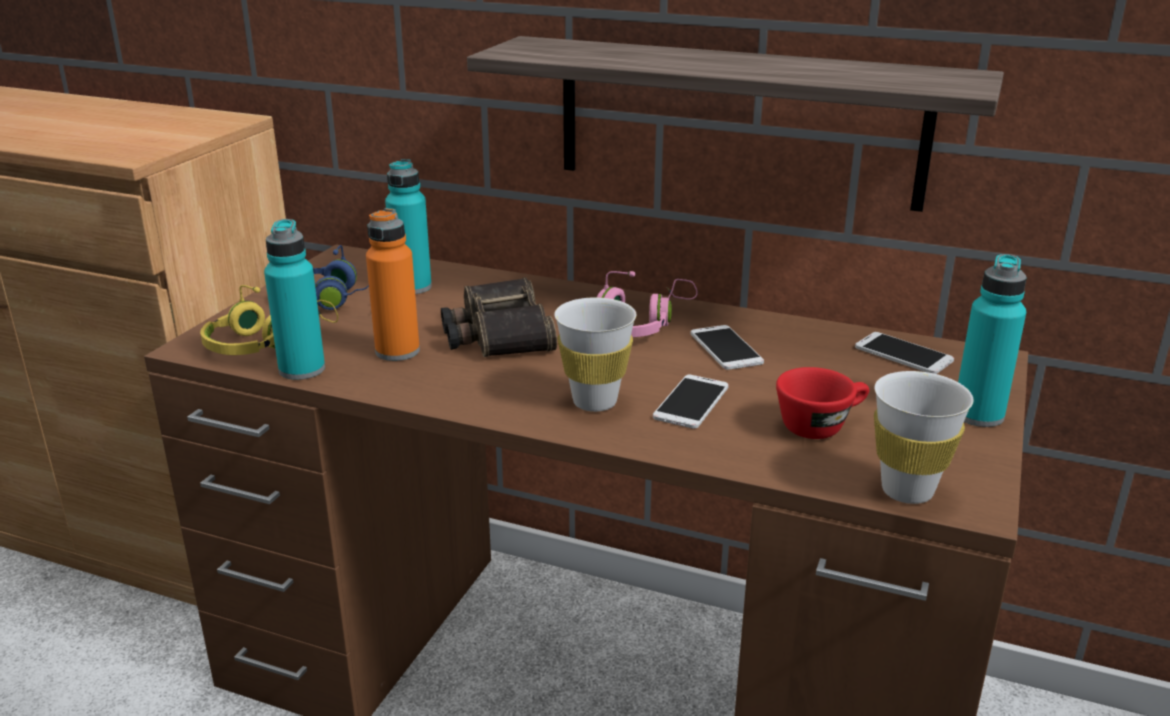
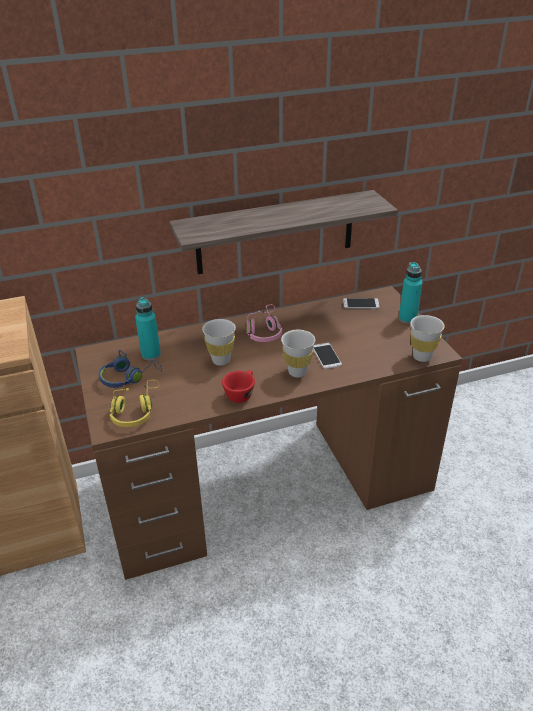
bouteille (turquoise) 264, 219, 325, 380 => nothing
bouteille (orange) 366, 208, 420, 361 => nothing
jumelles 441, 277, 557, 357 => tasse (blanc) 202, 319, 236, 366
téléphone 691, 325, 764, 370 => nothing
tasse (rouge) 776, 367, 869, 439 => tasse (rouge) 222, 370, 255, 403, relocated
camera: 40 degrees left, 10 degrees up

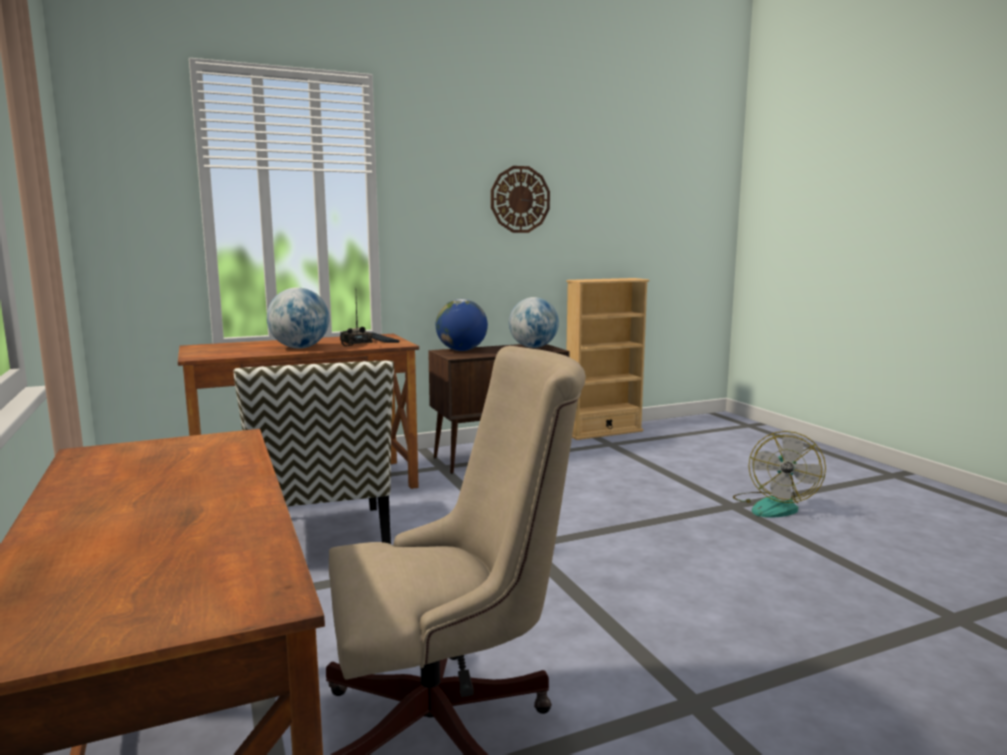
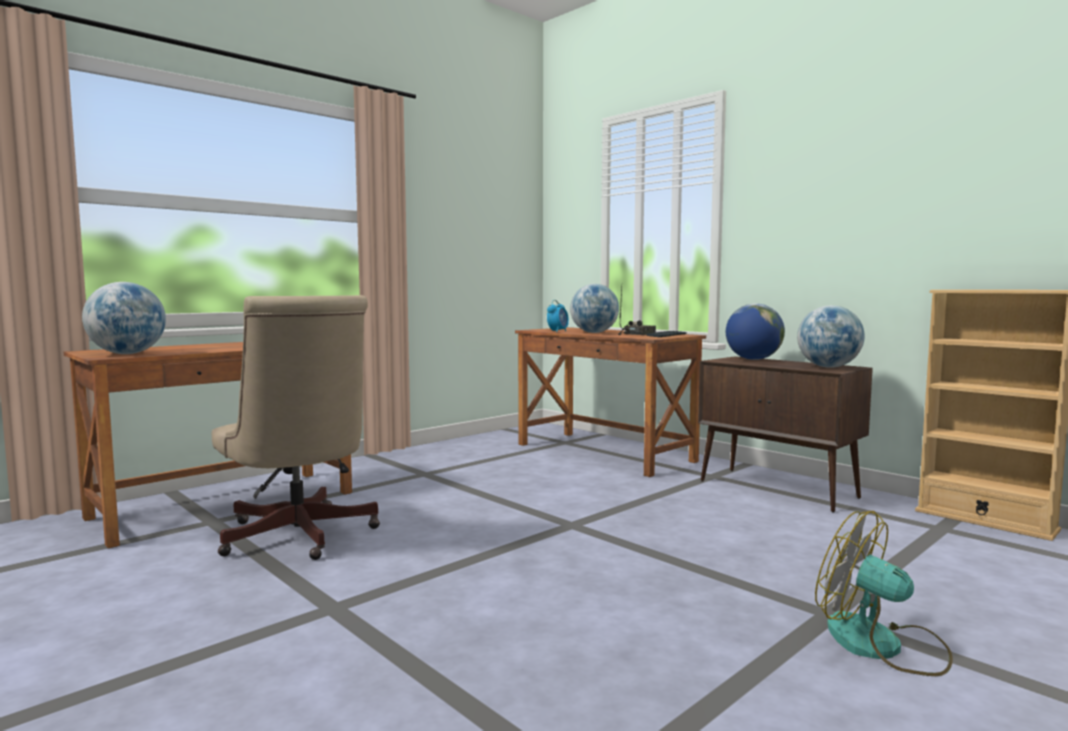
chaise 234, 360, 394, 544 => nothing
horloge murale 491, 166, 550, 233 => nothing
ventilateur 733, 431, 826, 518 => ventilateur 815, 511, 953, 676, 45 degrees clockwise
nothing => globe 82, 282, 166, 354
nothing => réveil 547, 300, 569, 332
camera: 70 degrees right, 5 degrees down

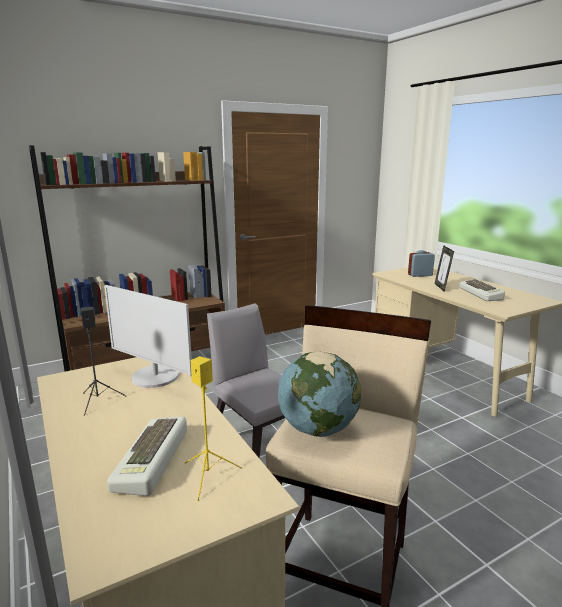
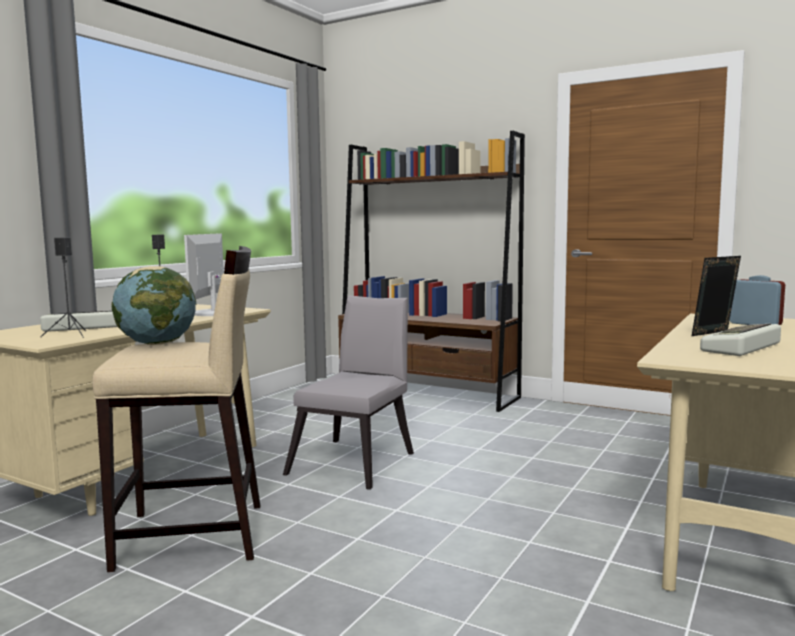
enceinte (jaune) 184, 356, 242, 501 => enceinte (noir) 41, 237, 86, 338
camera: 60 degrees right, 10 degrees down

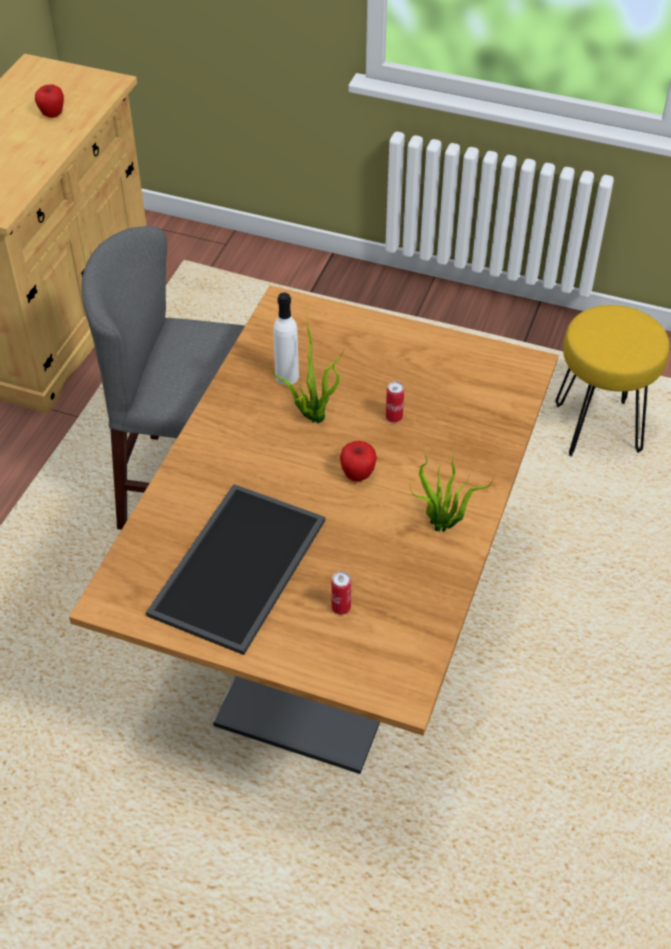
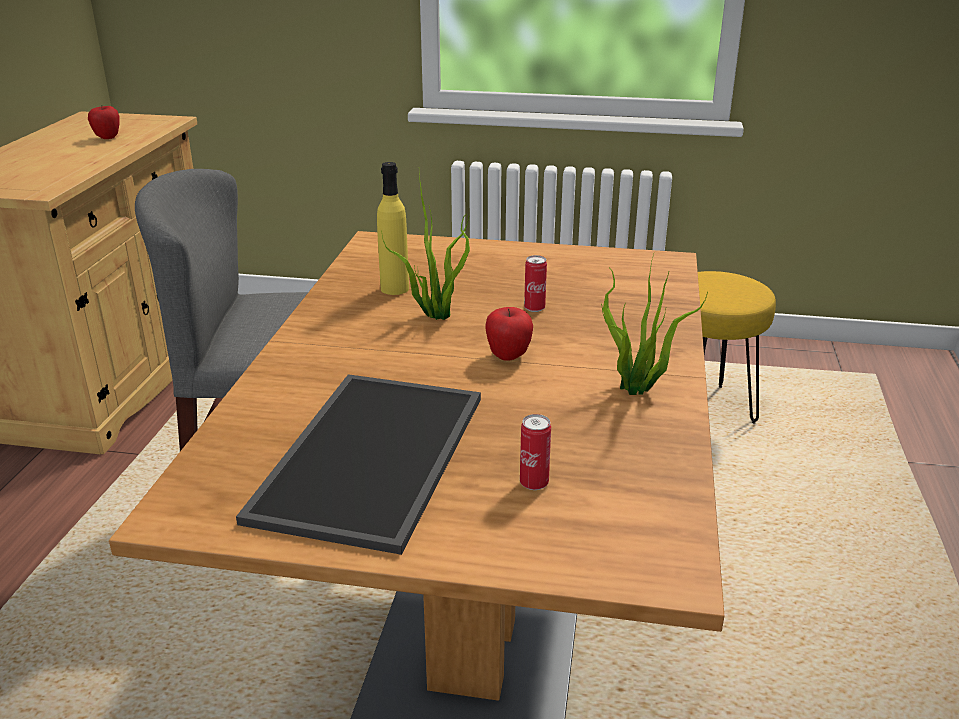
bouteille (blanc) 273, 293, 299, 385 => bouteille (jaune) 377, 162, 409, 295
camera: 10 degrees left, 20 degrees down

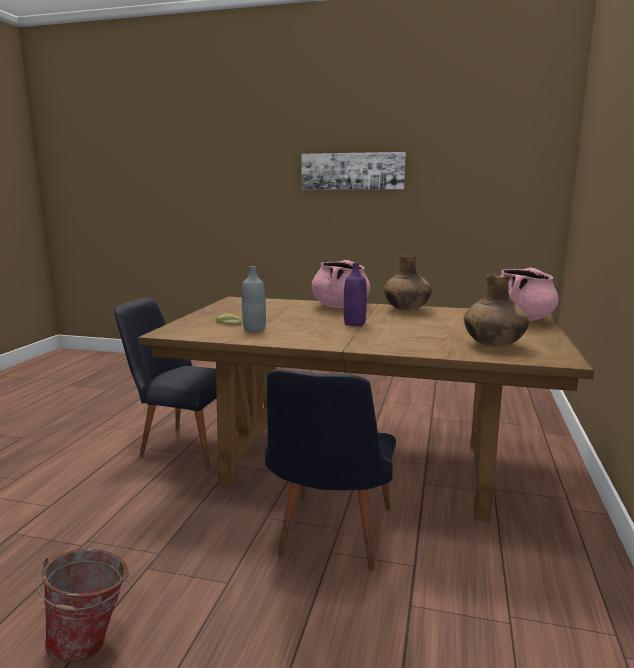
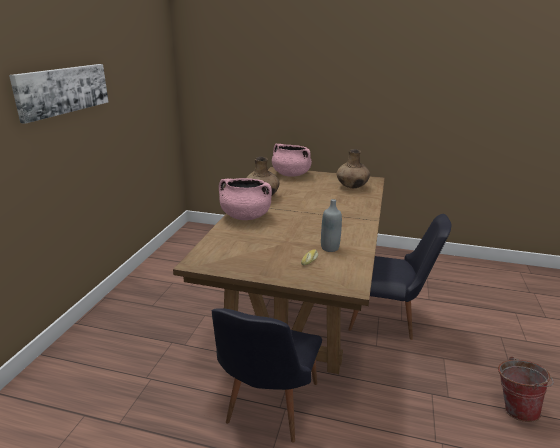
bouteille (violet) 344, 263, 367, 326 => nothing
camera: 90 degrees left, 10 degrees up

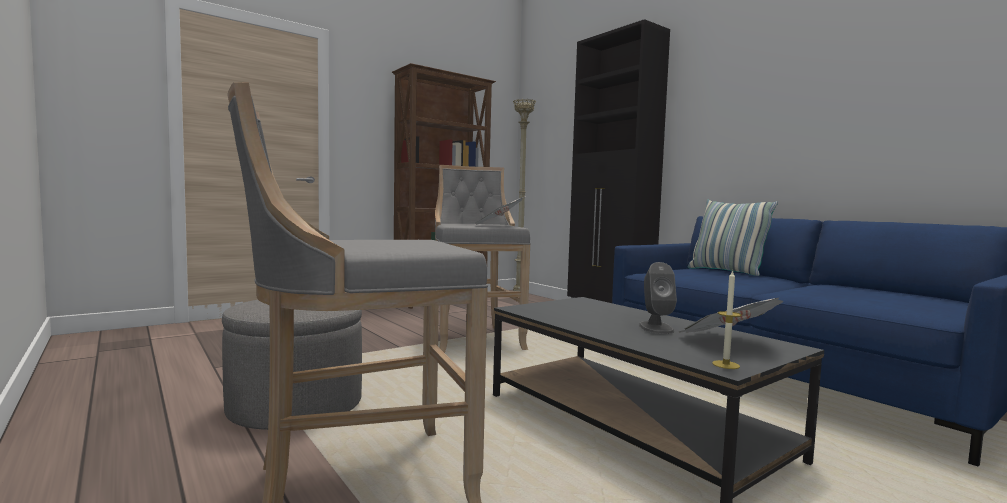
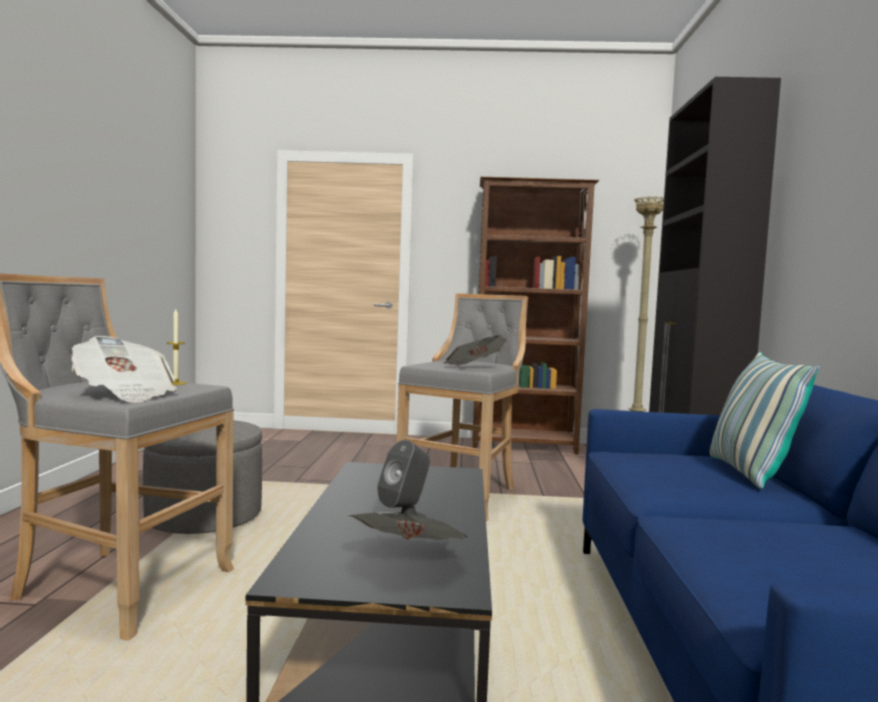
bougie 712, 270, 742, 369 => bougie 167, 309, 187, 385, relocated
nothing => journal 71, 336, 177, 403
camera: 40 degrees right, 0 degrees up

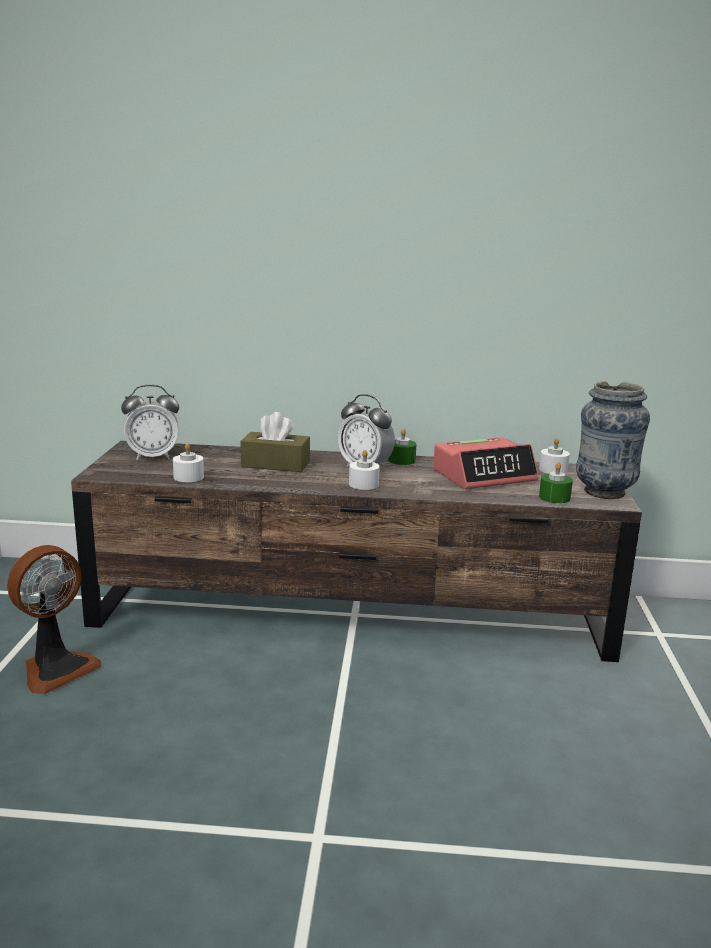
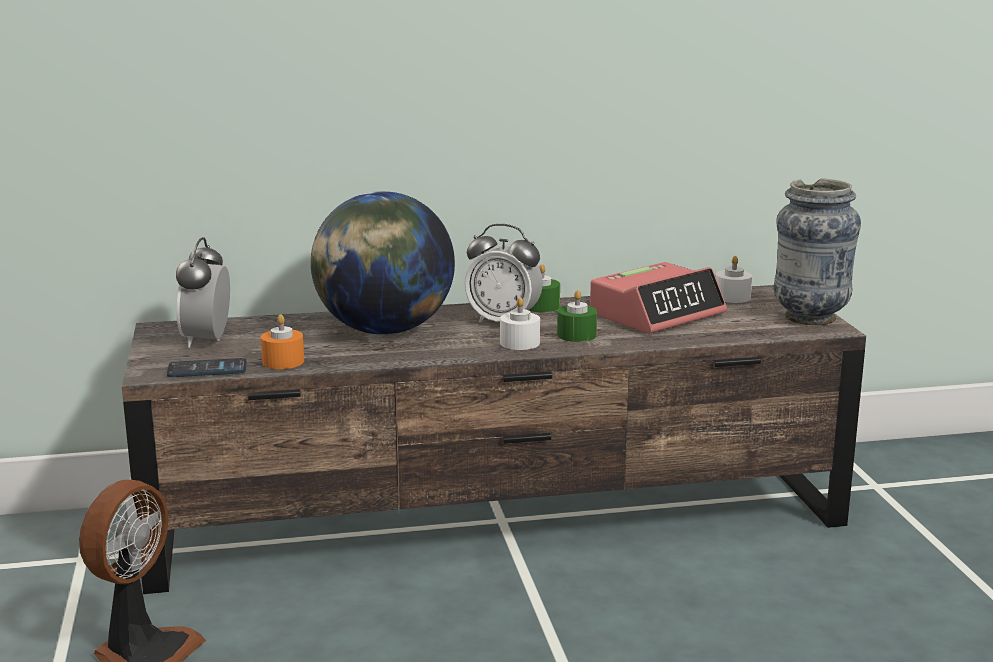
réveil 121, 385, 179, 461 => réveil 176, 237, 230, 348, 120 degrees clockwise
bougie (blanc) 173, 443, 204, 482 => bougie (orange) 261, 314, 304, 369
boîte à mouchoirs (marron) 240, 412, 310, 472 => globe 311, 191, 455, 335
bougie (vert) 539, 462, 573, 503 => bougie (vert) 557, 290, 597, 342, relocated
nothing => téléphone 167, 358, 246, 377
camera: 15 degrees left, 0 degrees up

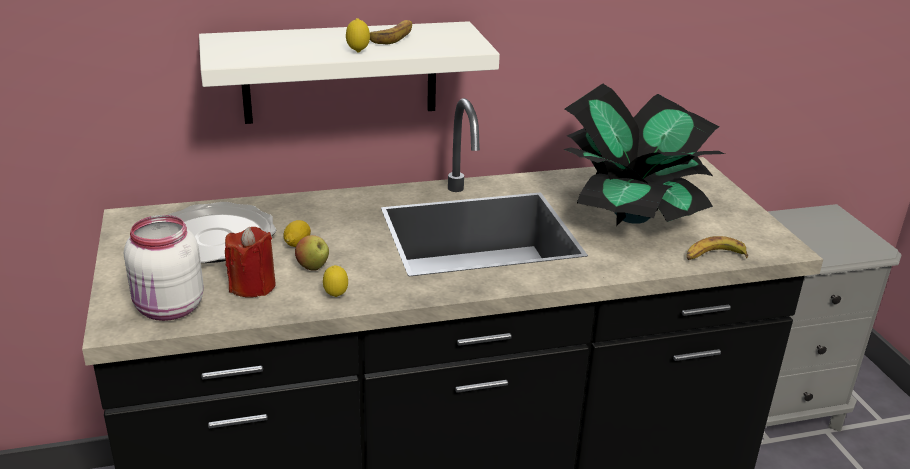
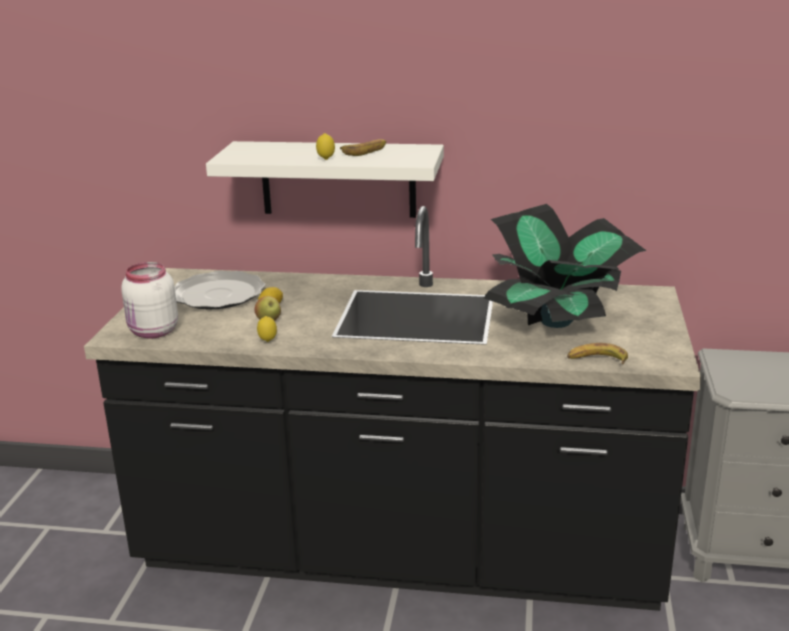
bougie (rouge) 225, 227, 276, 298 => nothing
camera: 25 degrees right, 5 degrees down

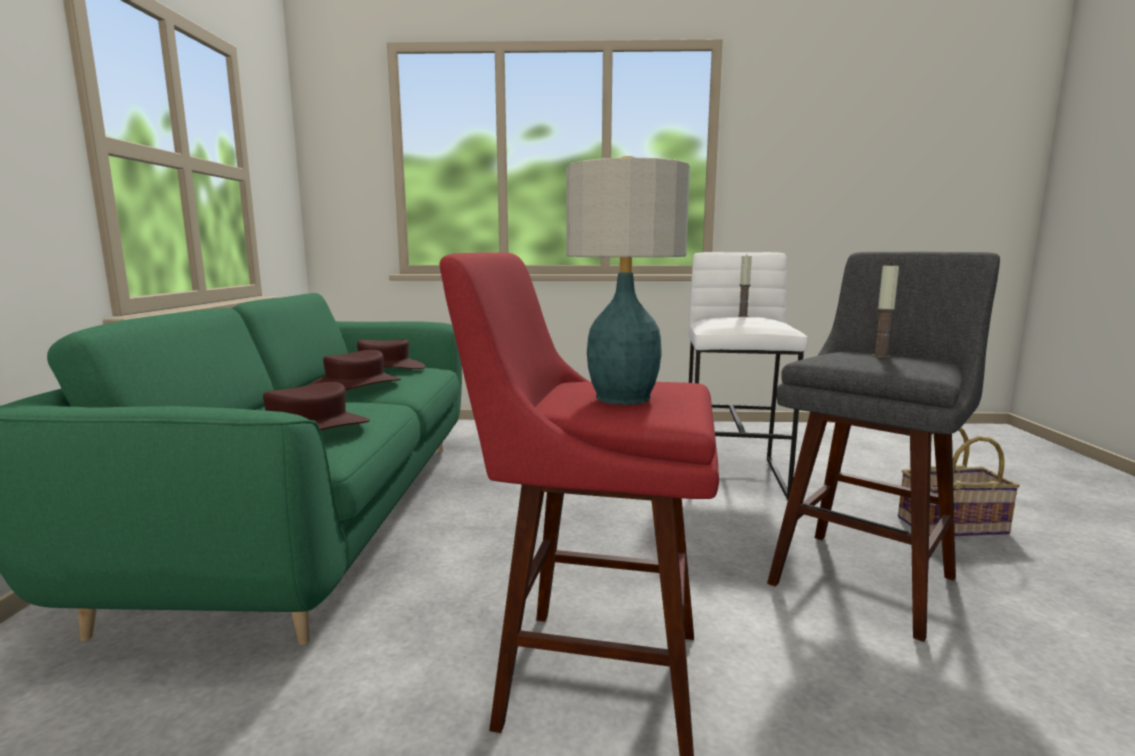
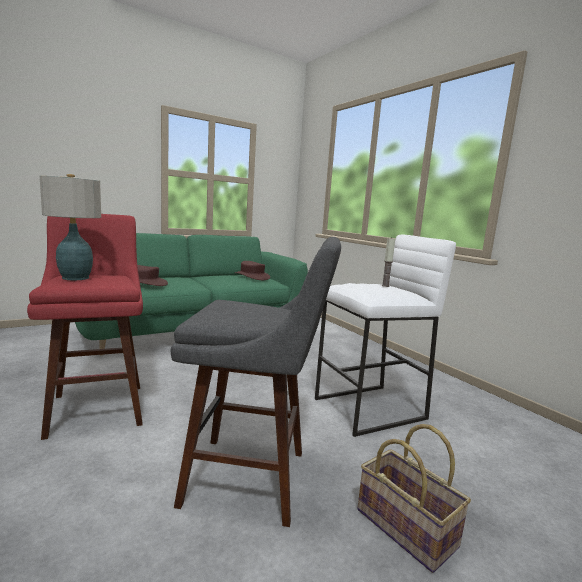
chapeau (marron) 309, 350, 401, 390 => nothing
bougie 872, 263, 899, 358 => nothing
camera: 55 degrees right, 0 degrees up

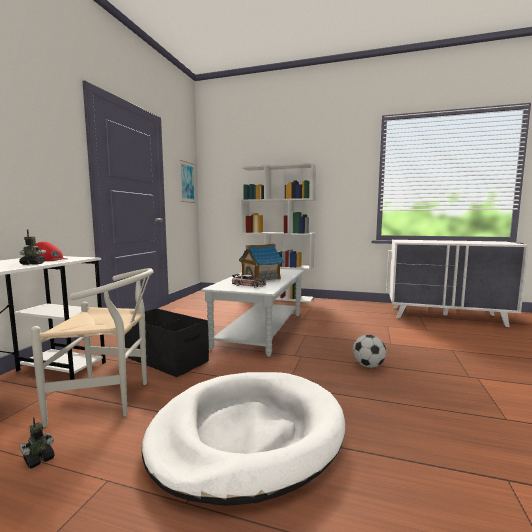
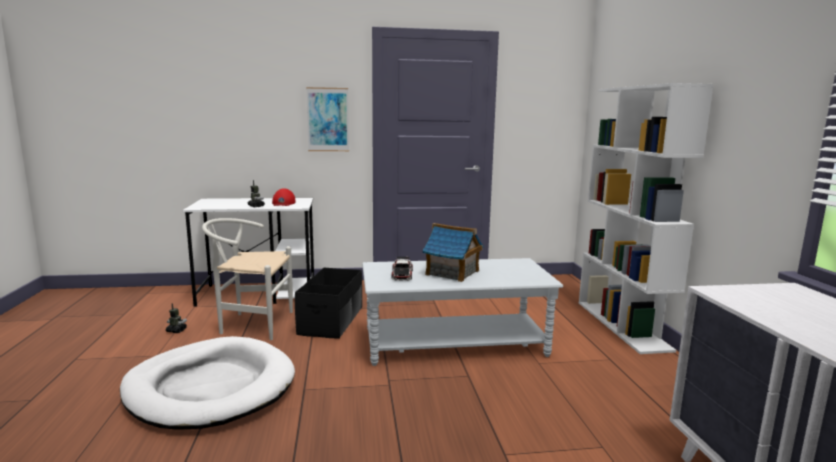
chaise (blanc) 30, 268, 153, 427 => chaise (blanc) 202, 218, 293, 340, 120 degrees clockwise
tableau 180, 160, 195, 203 => tableau 306, 87, 349, 151, relocated
ballon de foot 353, 335, 386, 368 => nothing
camera: 65 degrees right, 5 degrees up

